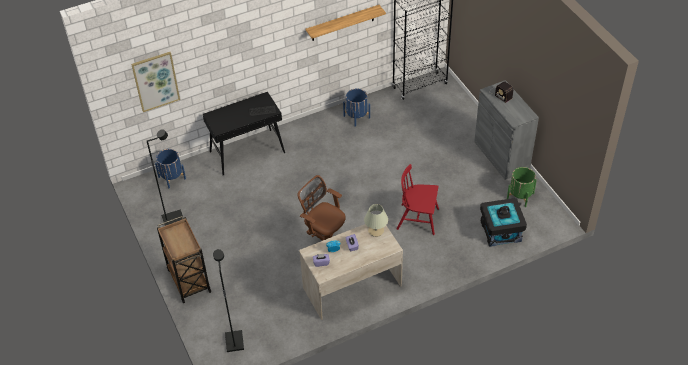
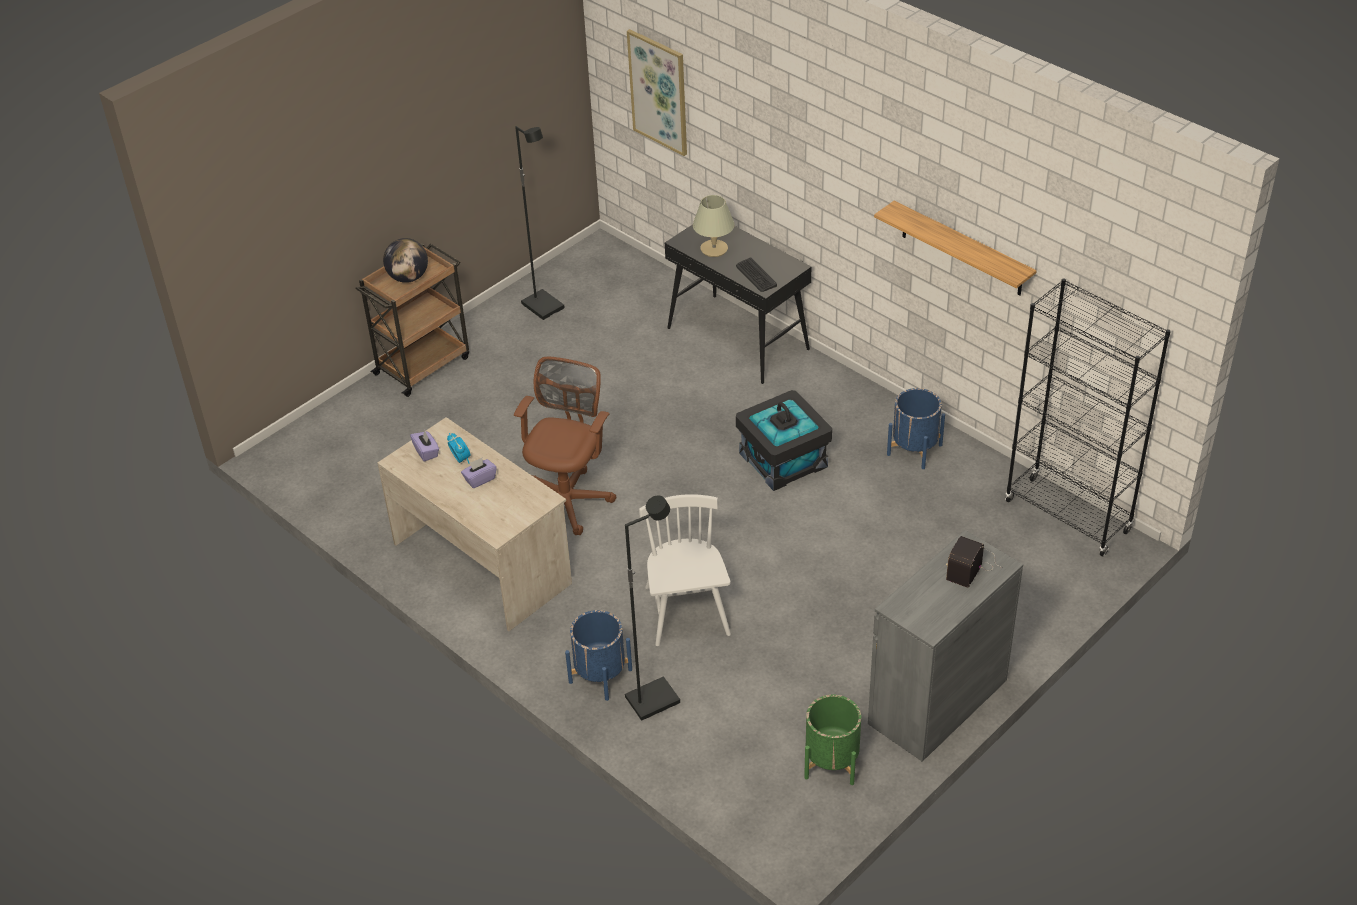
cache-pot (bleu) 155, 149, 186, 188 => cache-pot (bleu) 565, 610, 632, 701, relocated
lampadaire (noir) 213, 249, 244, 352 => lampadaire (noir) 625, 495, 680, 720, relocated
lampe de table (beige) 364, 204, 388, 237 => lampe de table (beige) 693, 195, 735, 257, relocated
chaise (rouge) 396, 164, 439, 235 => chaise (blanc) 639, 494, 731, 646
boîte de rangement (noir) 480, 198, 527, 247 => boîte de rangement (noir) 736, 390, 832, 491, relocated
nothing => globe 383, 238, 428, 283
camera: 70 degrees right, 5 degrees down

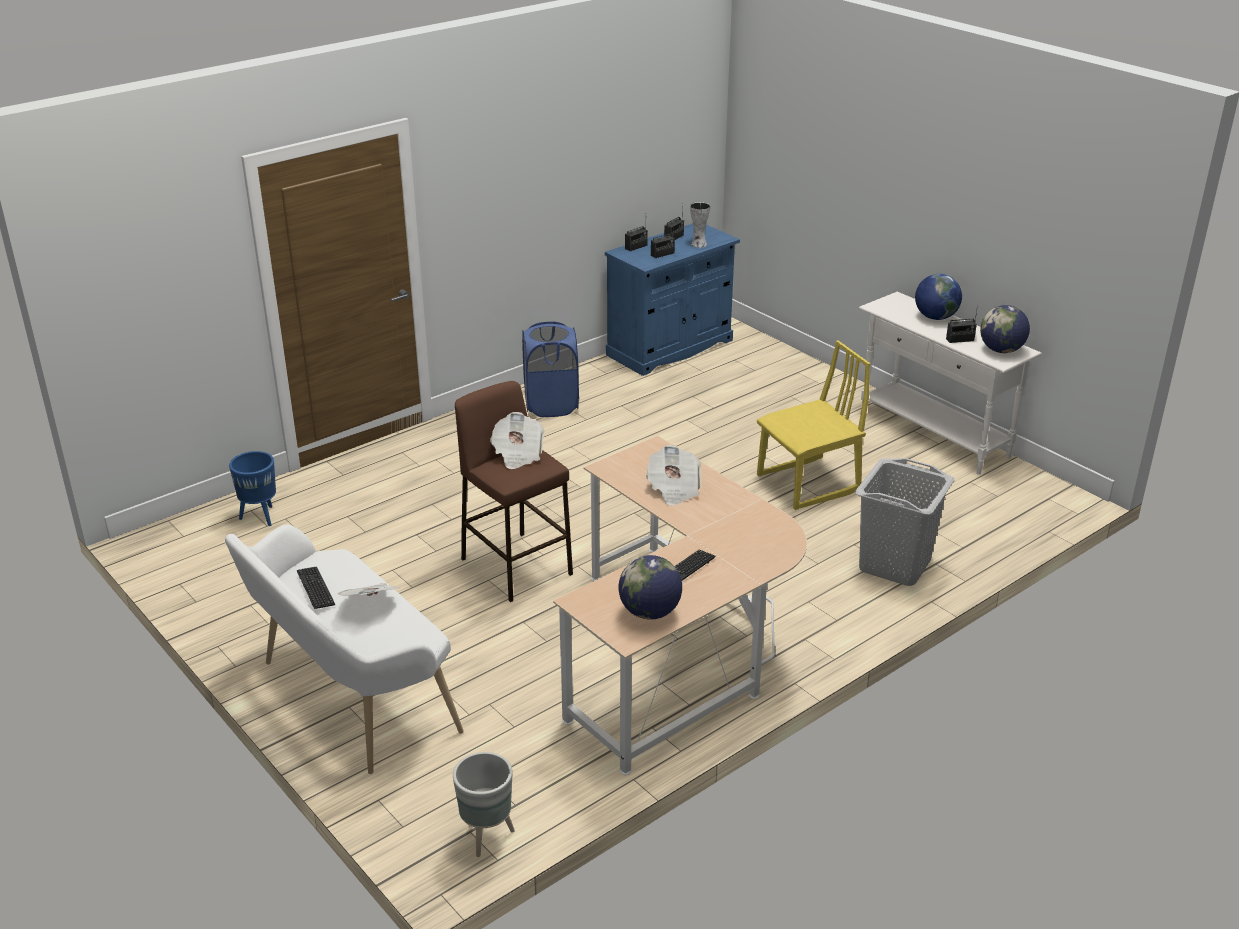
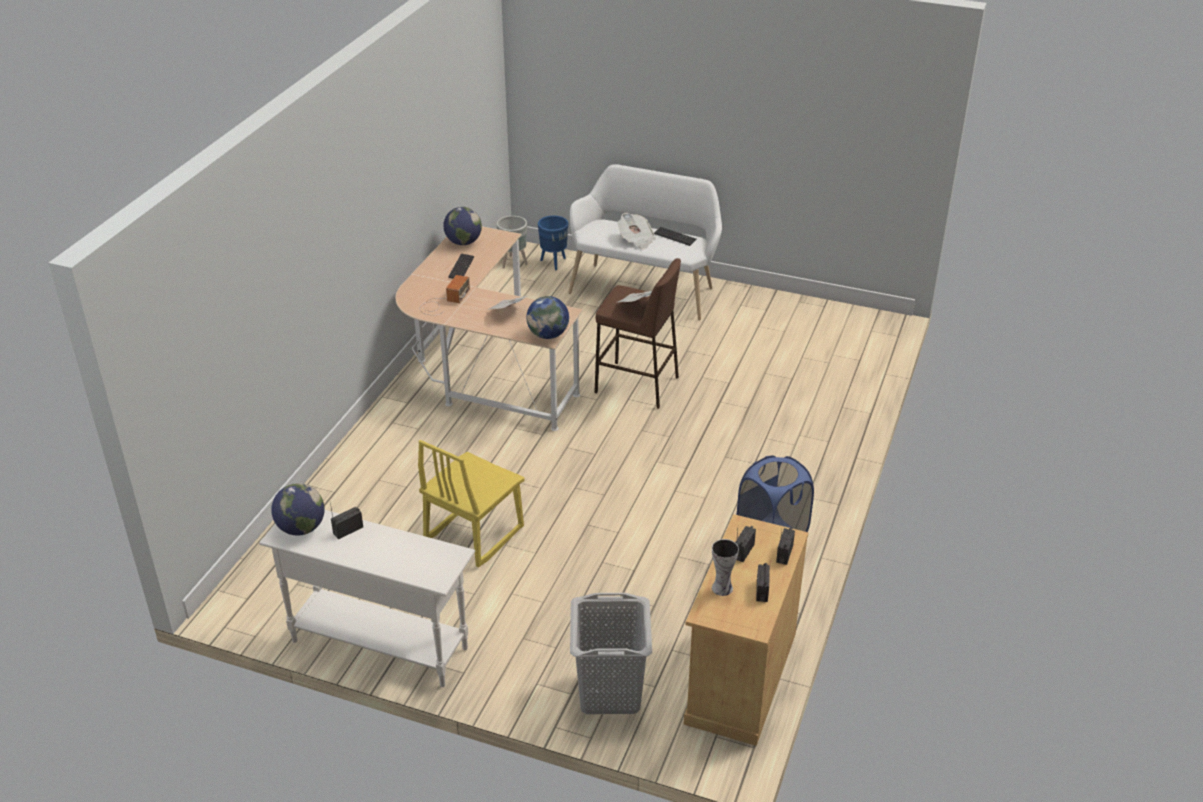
cache-pot (bleu) 229, 451, 276, 526 => cache-pot (bleu) 538, 216, 568, 270, relocated
meuble de rangement (bleu) 605, 224, 740, 376 => meuble de rangement (beige) 684, 514, 809, 746
panier à linge (gris) 855, 458, 955, 586 => panier à linge (gris) 570, 593, 652, 714, relocated
globe 915, 274, 962, 320 => globe 526, 296, 569, 339, relocated
nothing => radio 420, 275, 470, 315
camera: 150 degrees right, 5 degrees up

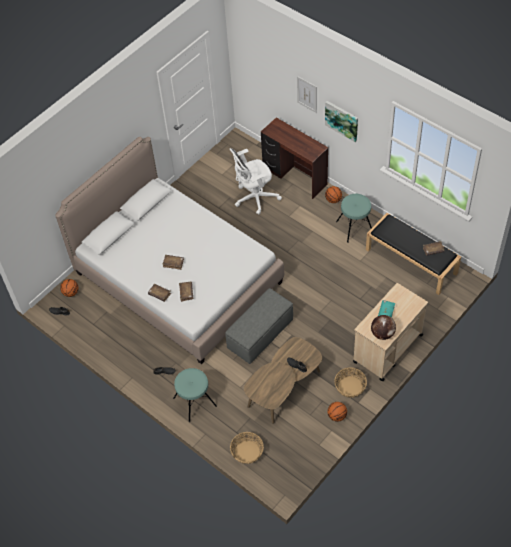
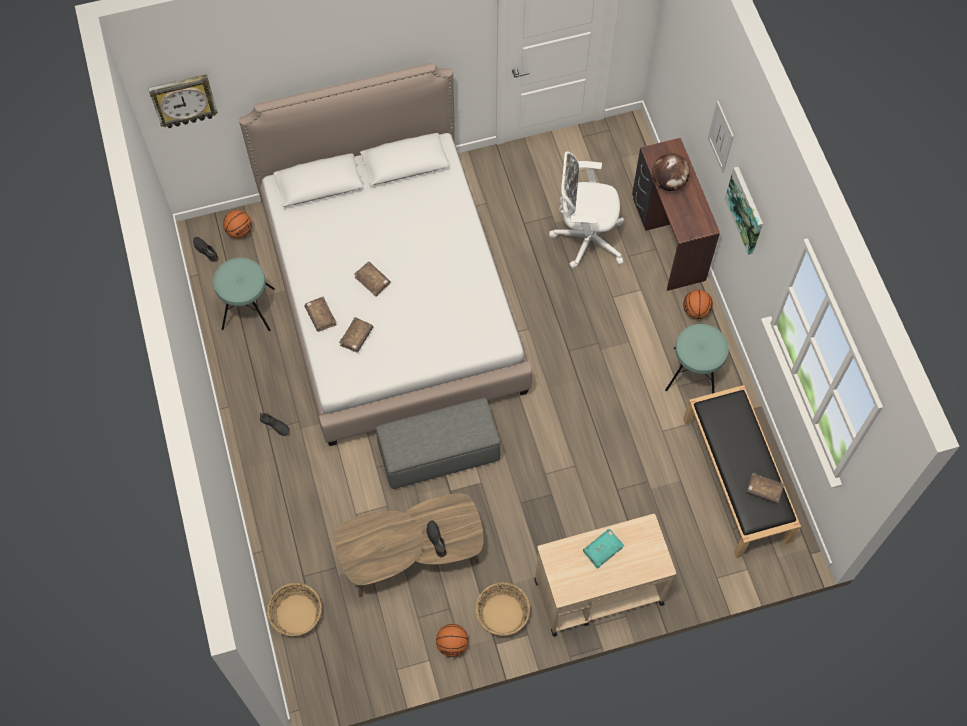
tabouret (turquoise) 173, 368, 217, 422 => tabouret (turquoise) 213, 258, 275, 331, relocated
globe 371, 315, 396, 340 => globe 652, 153, 690, 191, relocated
nothing => horloge murale 148, 74, 218, 128
camera: 30 degrees right, 10 degrees up

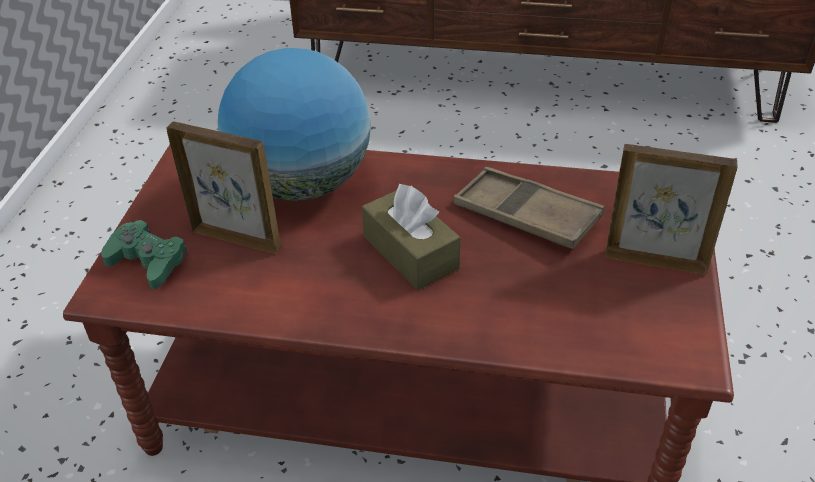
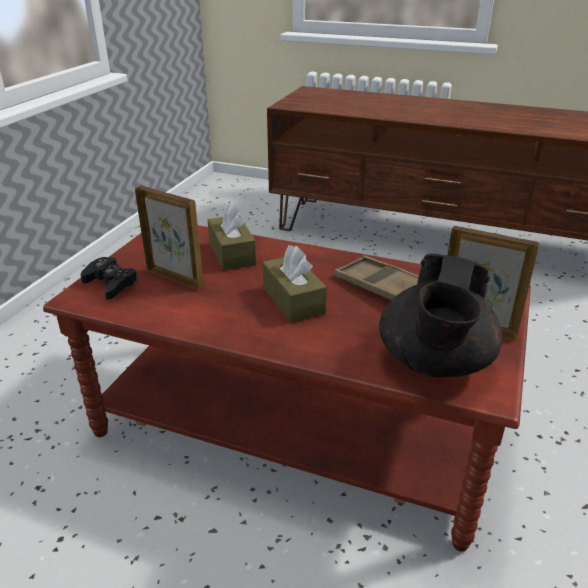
manette (vert) 101, 220, 188, 289 => manette (noir) 81, 257, 139, 300
globe 217, 48, 371, 201 => boîte à mouchoirs (marron) 208, 204, 256, 271
nothing => théière (noir) 379, 254, 502, 377
camera: 10 degrees right, 10 degrees down

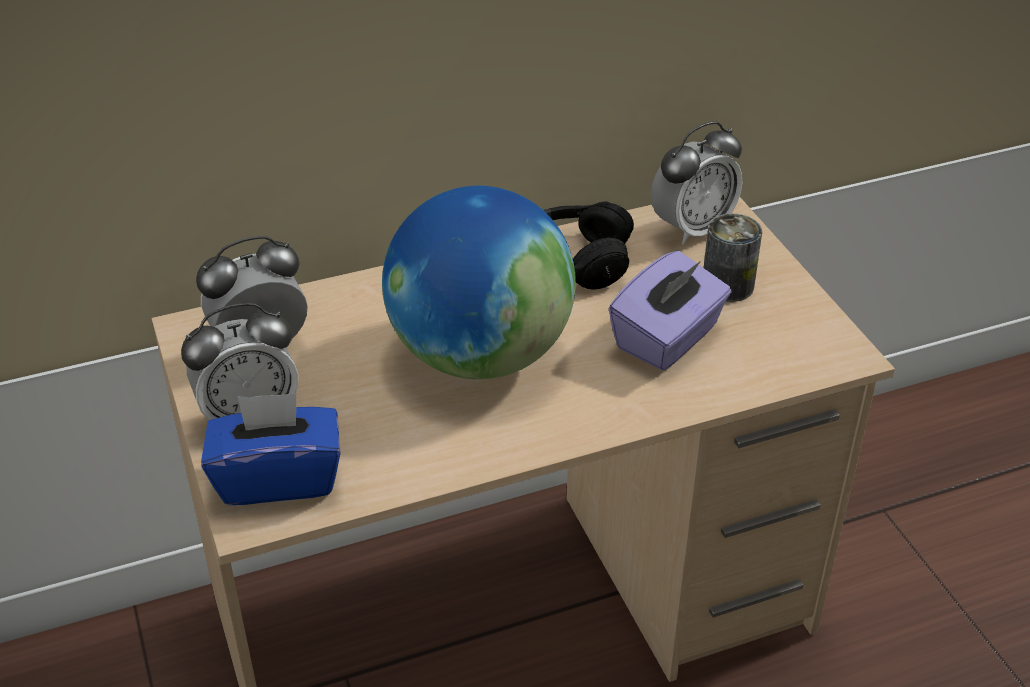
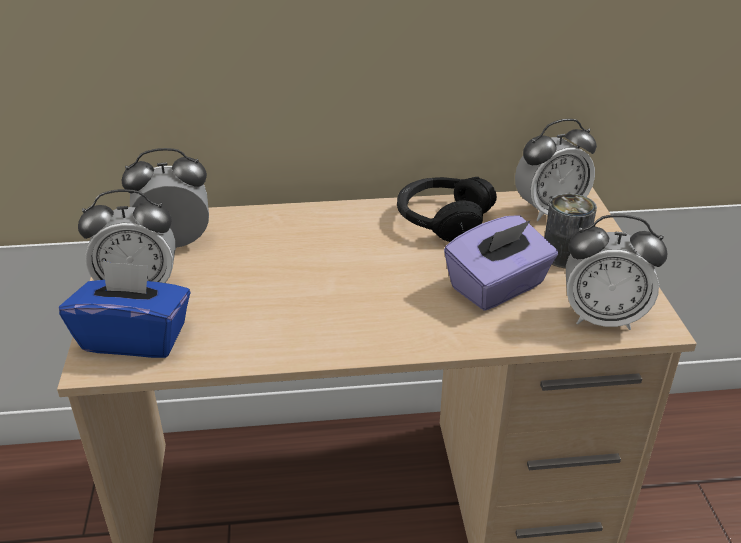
globe 382, 186, 576, 379 => nothing
nothing => réveil 566, 214, 667, 330
camera: 15 degrees right, 5 degrees down

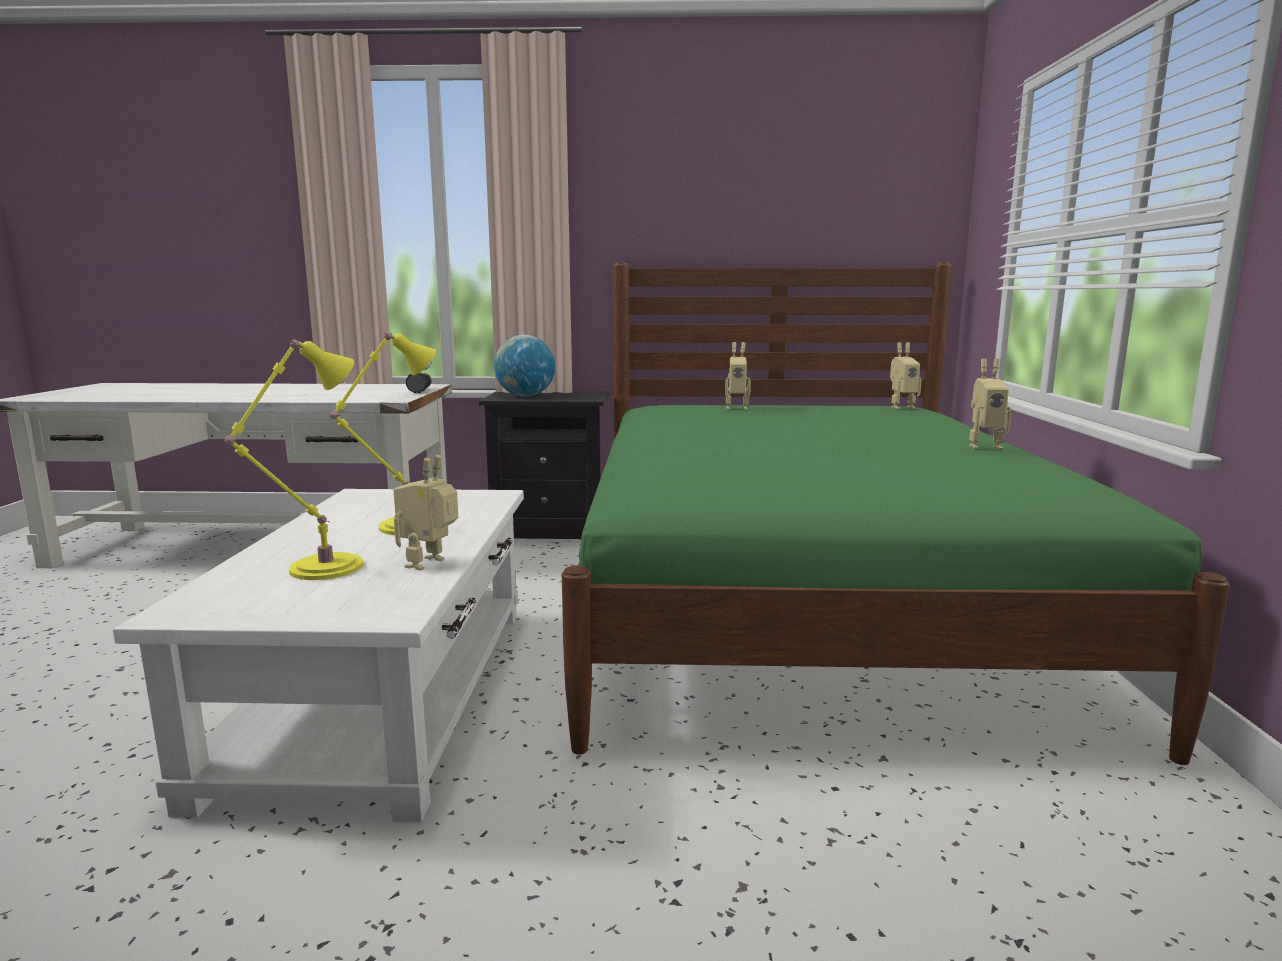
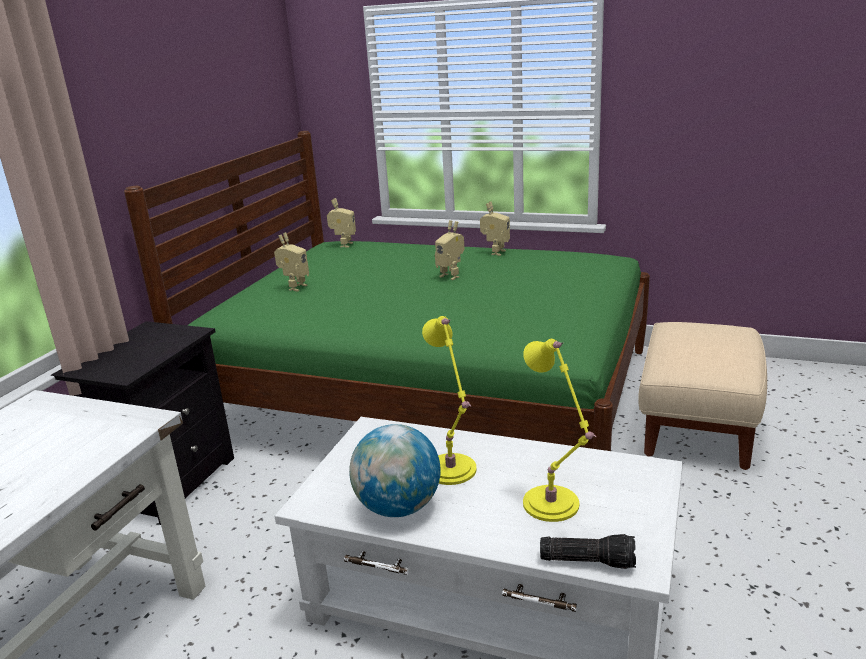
robot jouet 393, 455, 458, 571 => robot jouet 435, 220, 464, 280, relocated
lampe de poche 406, 373, 432, 393 => lampe de poche 540, 534, 636, 569, relocated
globe 494, 335, 555, 397 => globe 349, 424, 441, 517, relocated
nothing => pouf (beige) 638, 322, 767, 470
camera: 70 degrees left, 10 degrees up

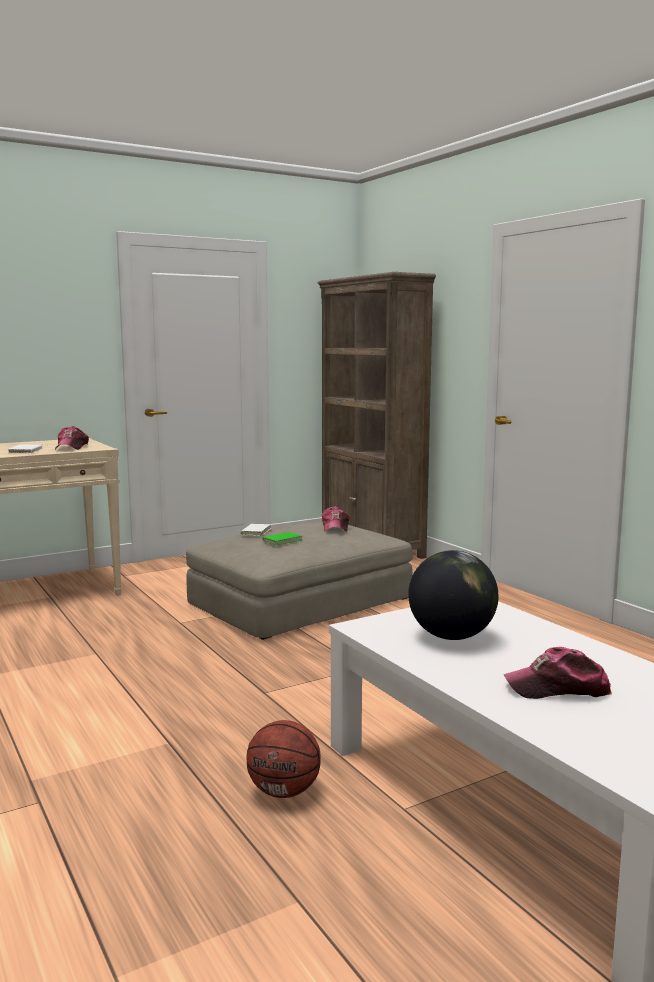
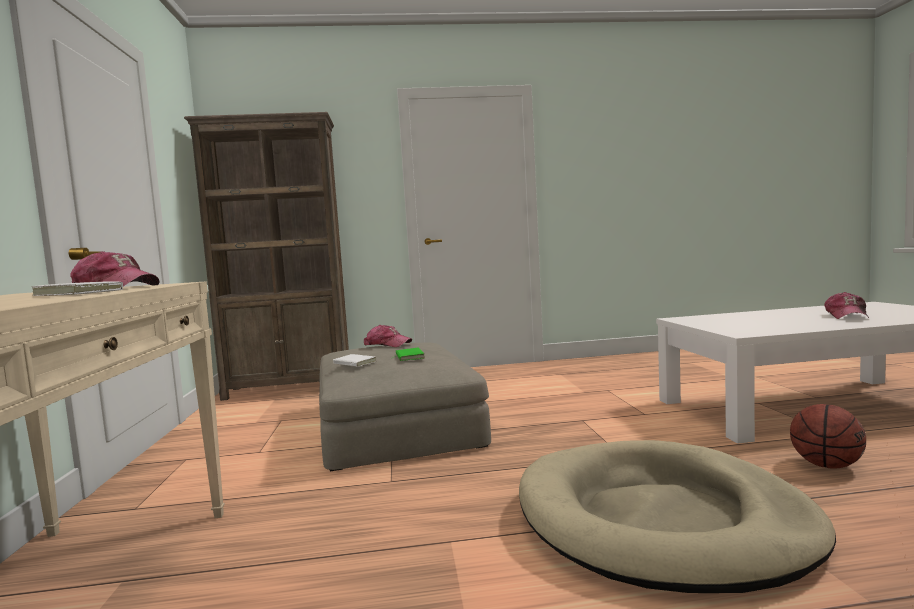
globe 408, 550, 499, 640 => nothing
nothing => panier pour chien (beige) 519, 440, 836, 593
camera: 65 degrees left, 5 degrees down

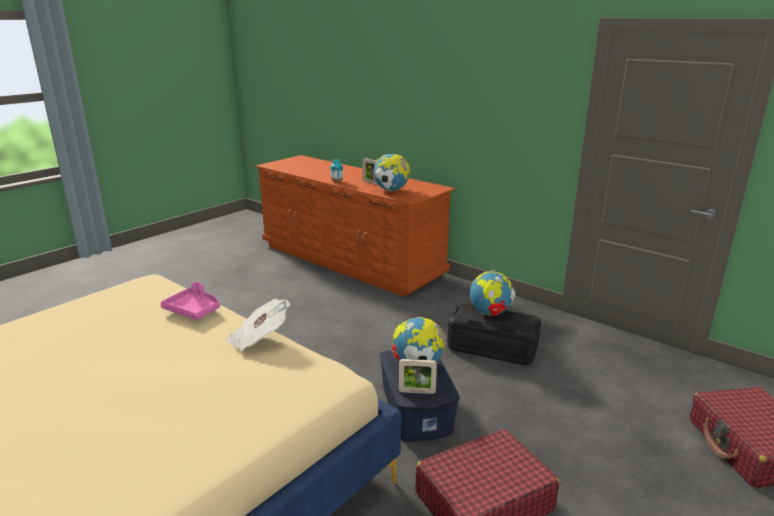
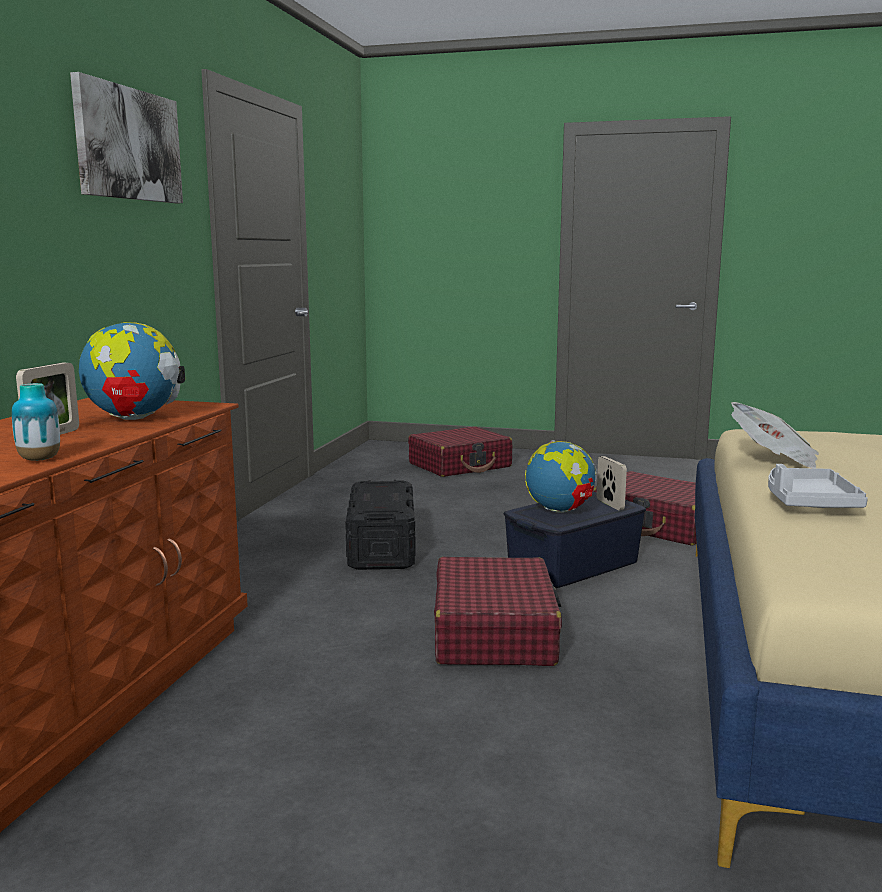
plateau (rose) 160, 282, 220, 320 => plateau (gris) 768, 464, 868, 508
globe 470, 270, 516, 316 => nothing
nothing => tableau 70, 72, 183, 203
nothing => valise (rouge) 434, 557, 562, 666
camera: 115 degrees left, 10 degrees down

